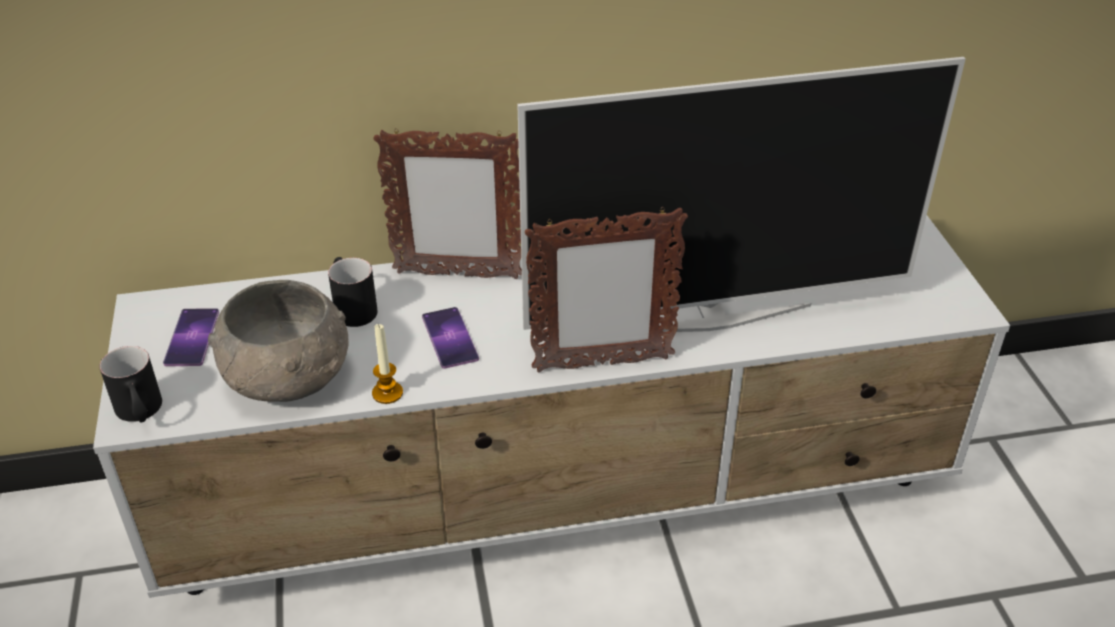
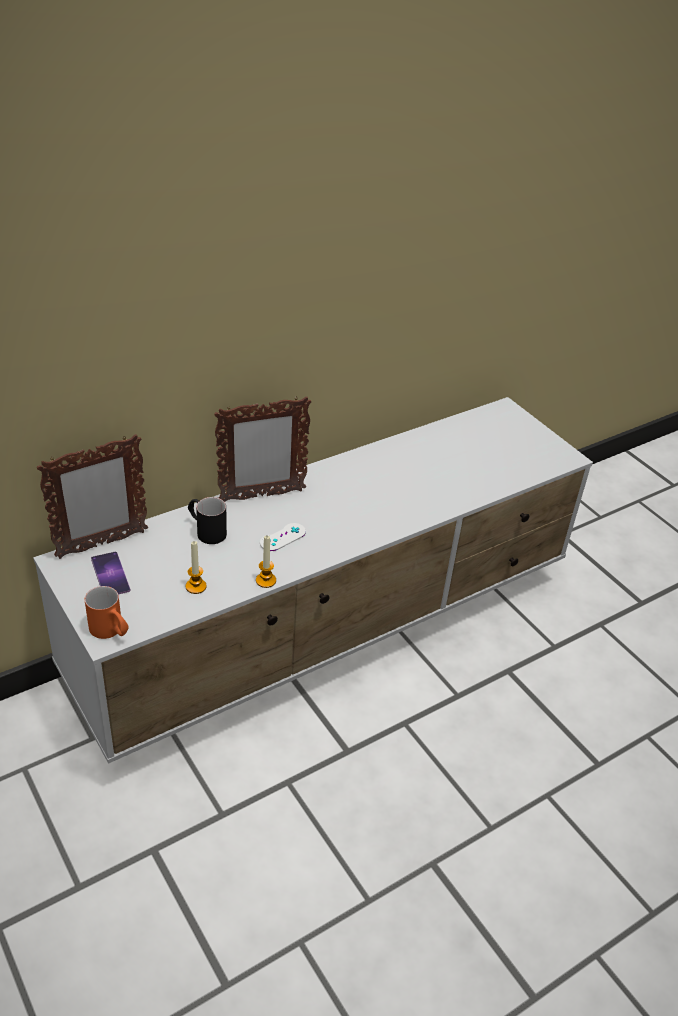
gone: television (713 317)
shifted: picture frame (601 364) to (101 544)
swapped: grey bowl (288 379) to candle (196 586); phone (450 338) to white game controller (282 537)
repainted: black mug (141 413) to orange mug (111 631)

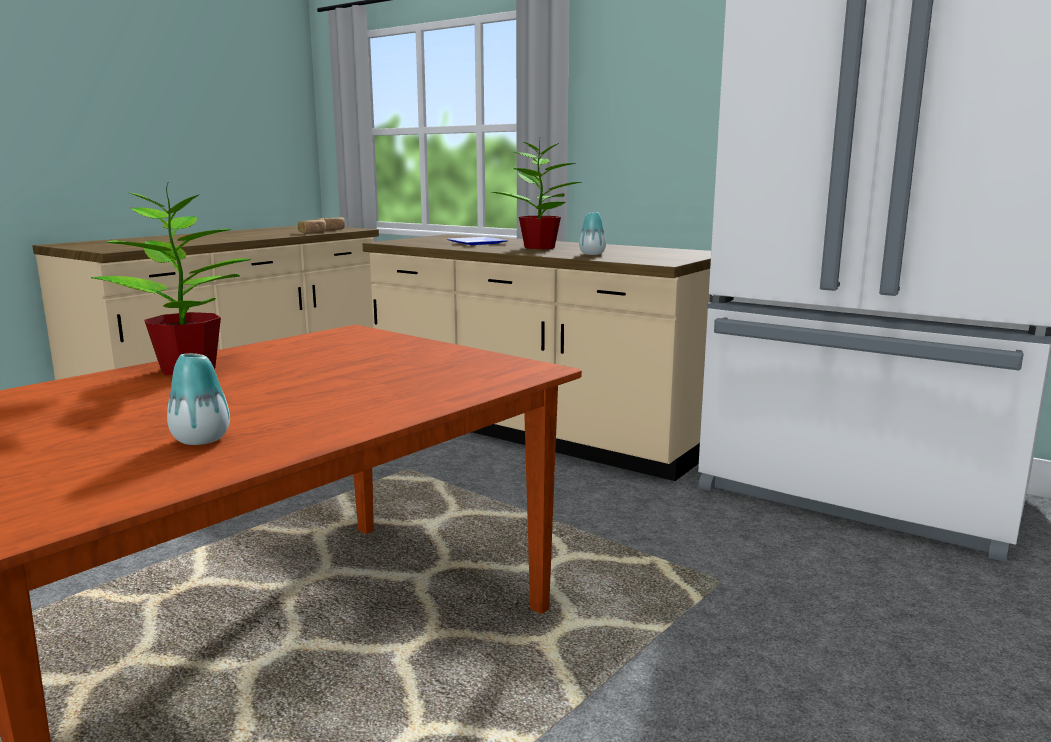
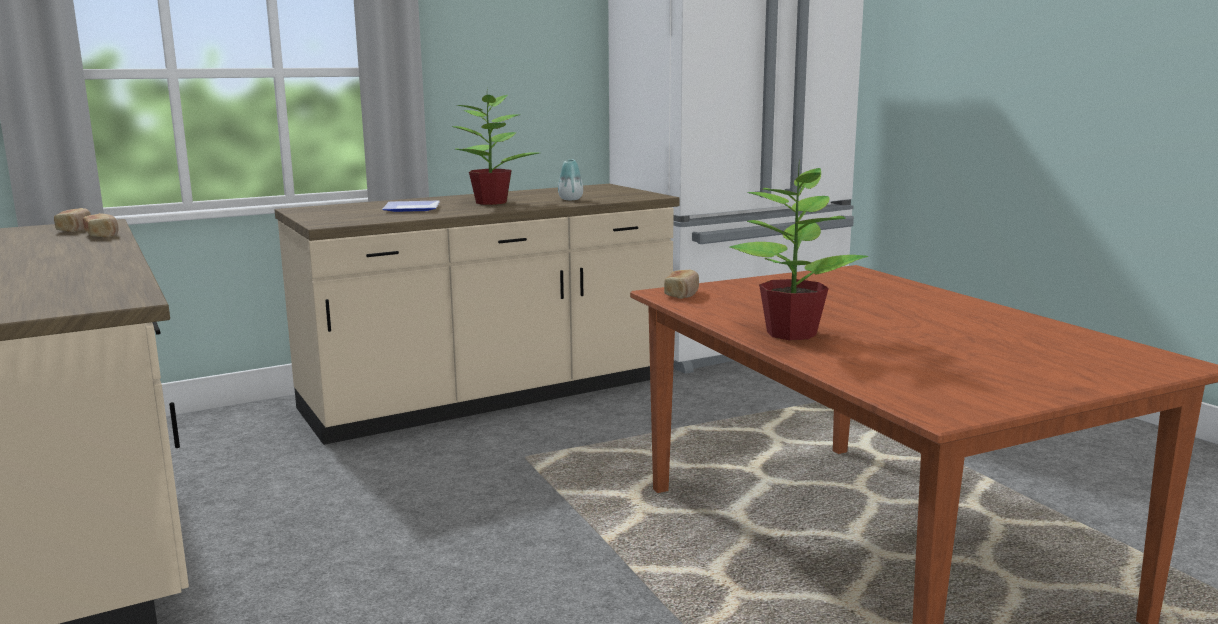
gone: vase (201 440)
new: bread (682 294)

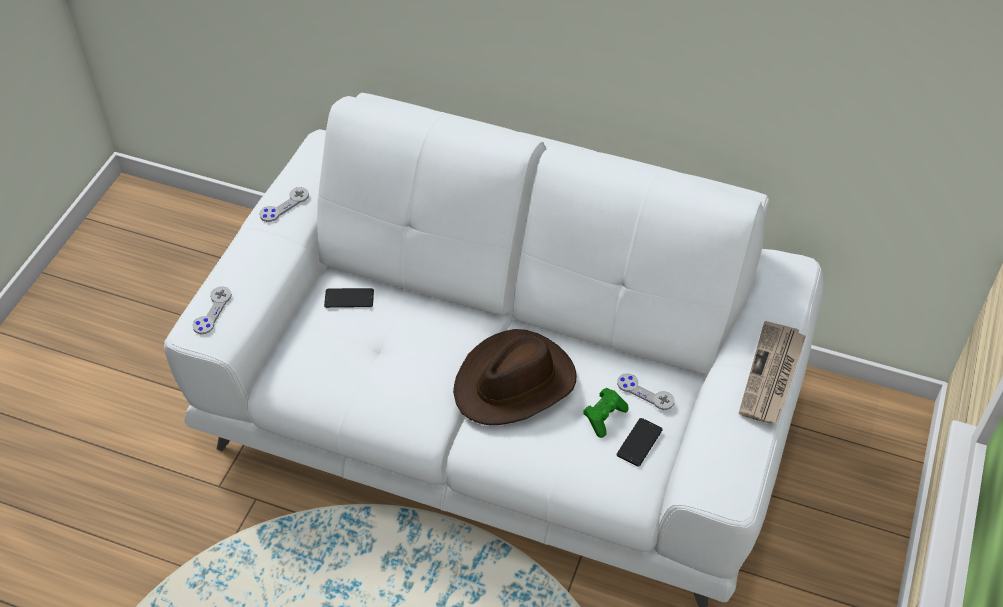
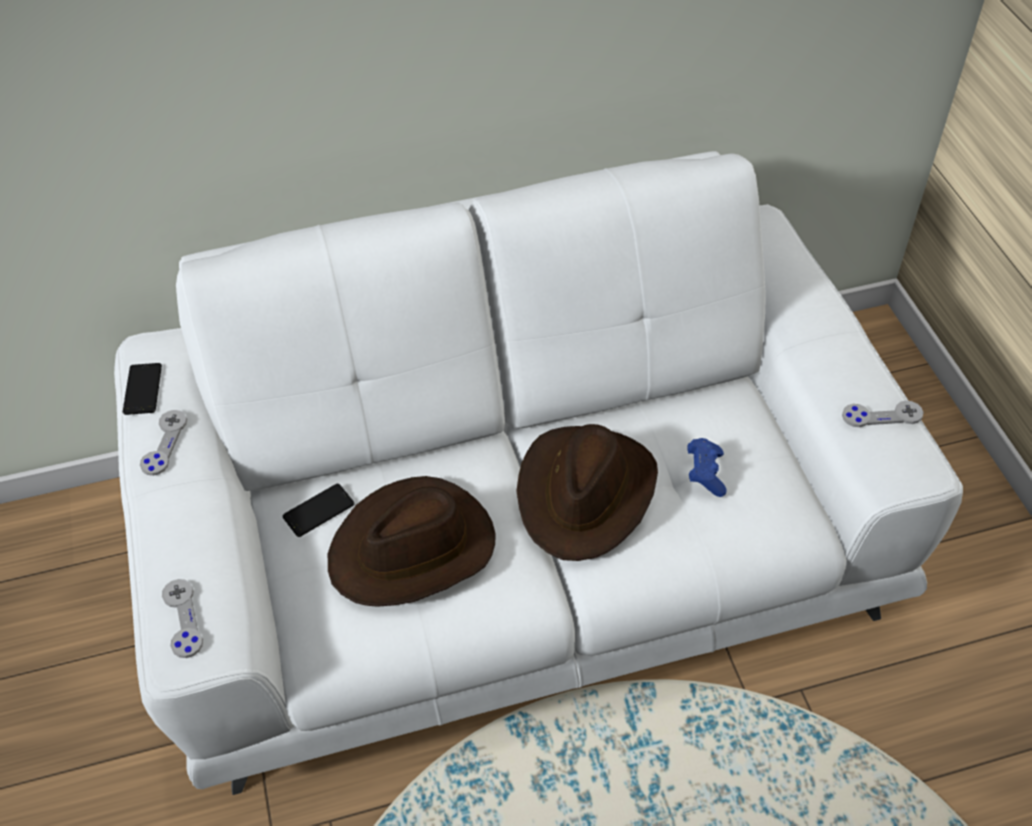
gone: newspaper (772 376)
new: brown hat (413 549)
shifted: grey game controller (645 392) to (882 415); phone (639 442) to (142 389)
repainted: green game controller (604 417) to blue game controller (705 473)

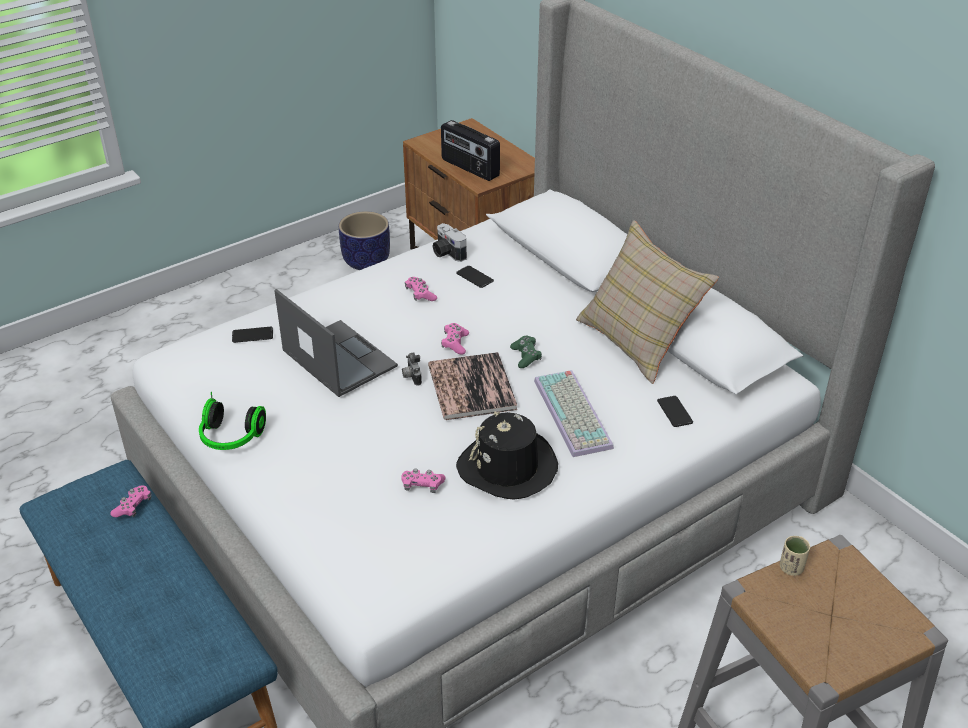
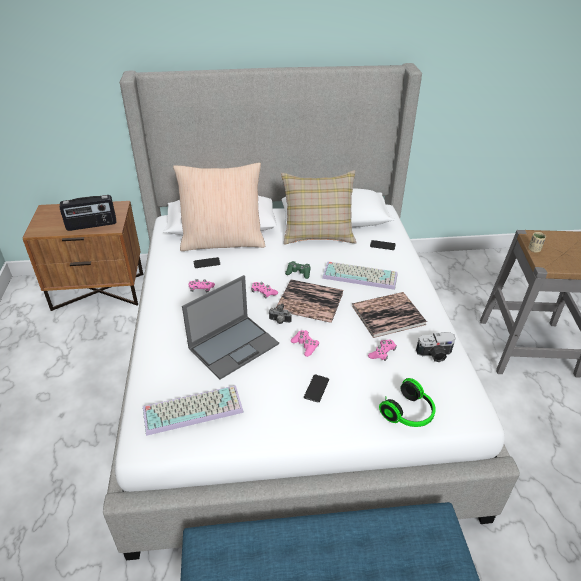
gone: planter (367 261)
new: keyboard (194 408); beige pillow (223 241)
shifted: pink game controller (133 507) to (305 346); headphones (230 438) to (409 414); phone (252 335) to (316 388); photo camera (447 253) to (435 355)
swapped: black hat (507 467) to book (388 315)
rotated: laptop (338 358) = (234 345) 150 degrees clockwise

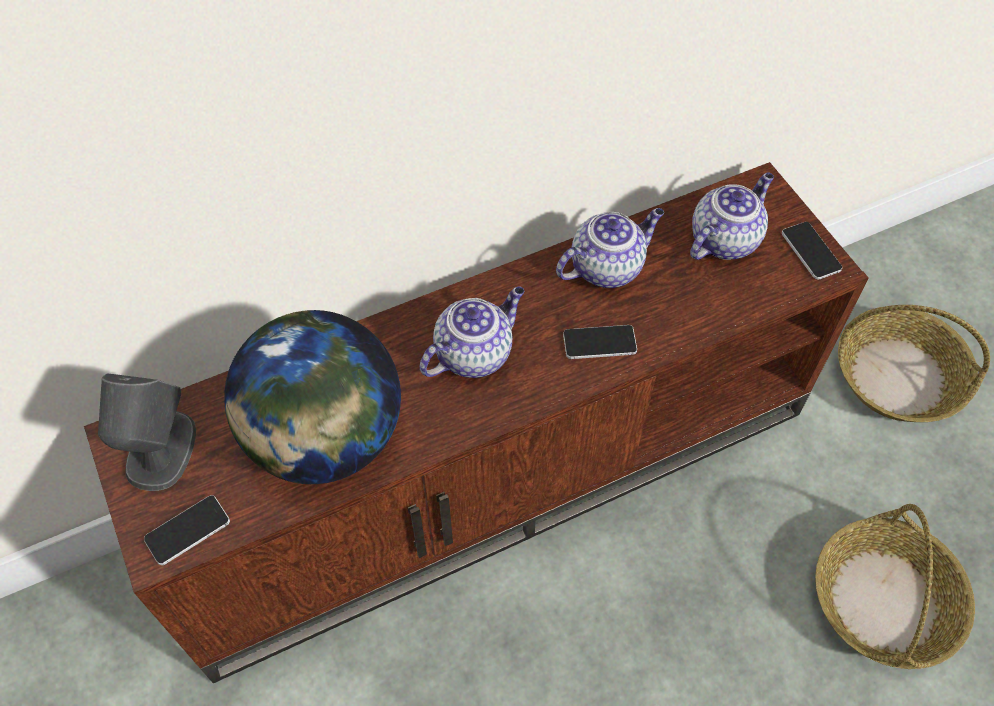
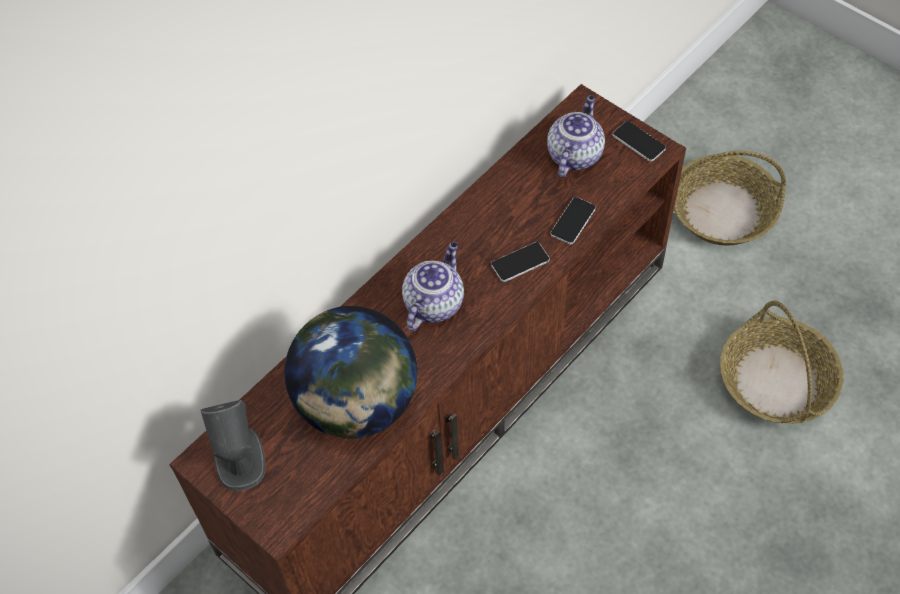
gone: teapot (607 267)
shifted: phone (187 530) to (573 221)

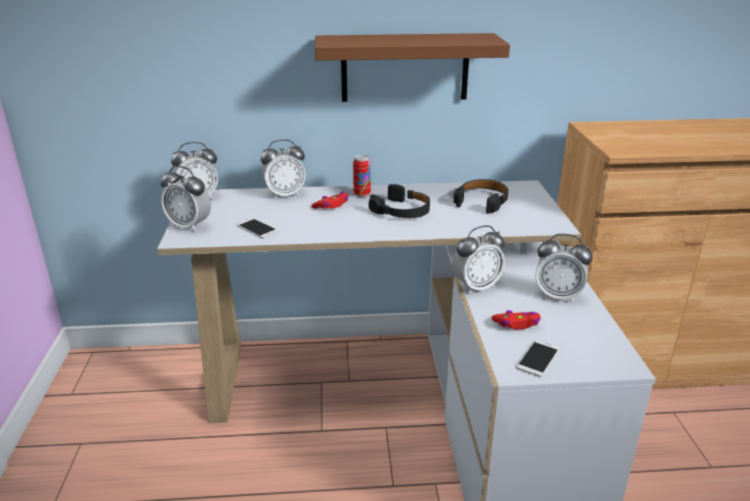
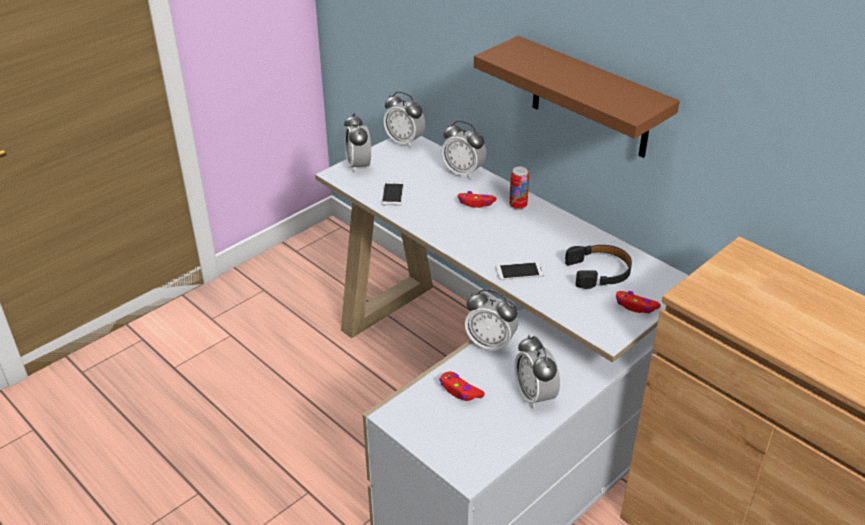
gone: black headphones (402 211)
new: red game controller (636 306)
shifted: phone (538 358) to (519 271)

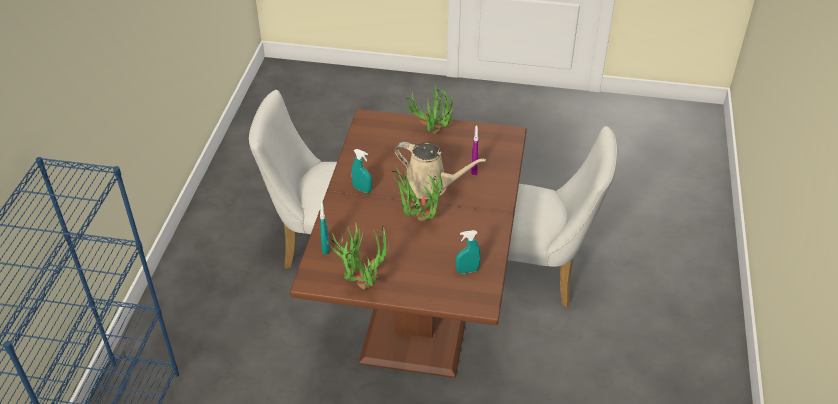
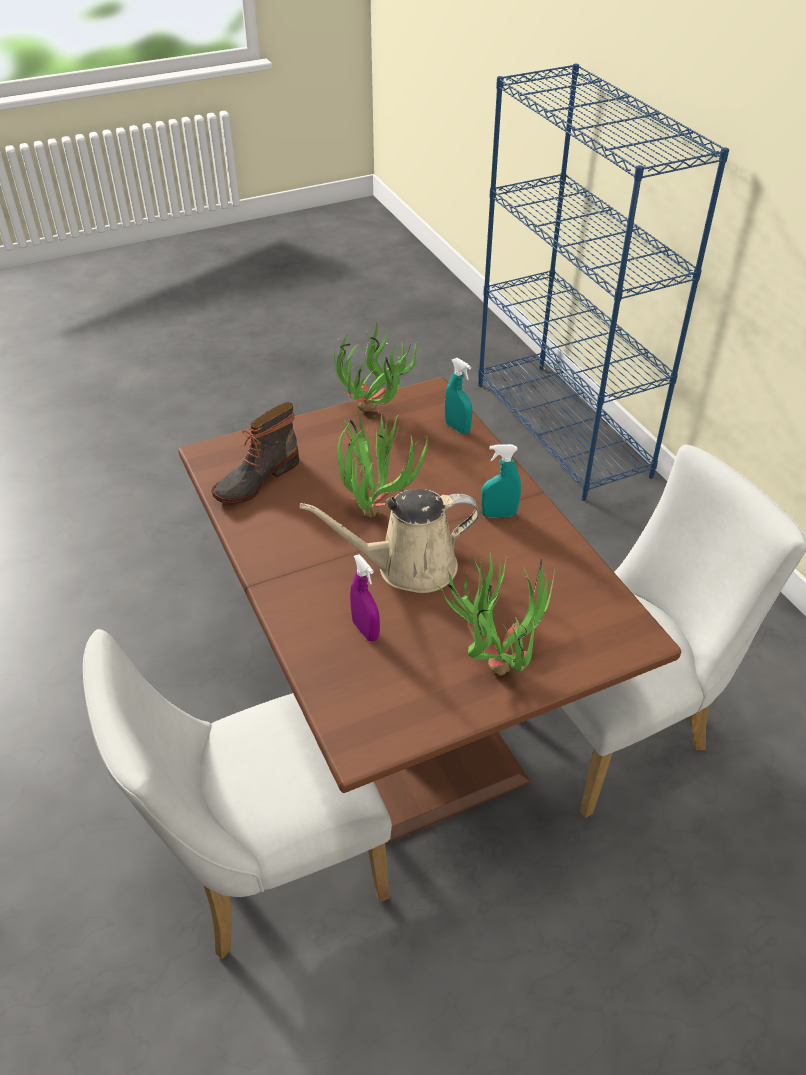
swapped: turquoise spray bottle (467 270) to boot (255 479)

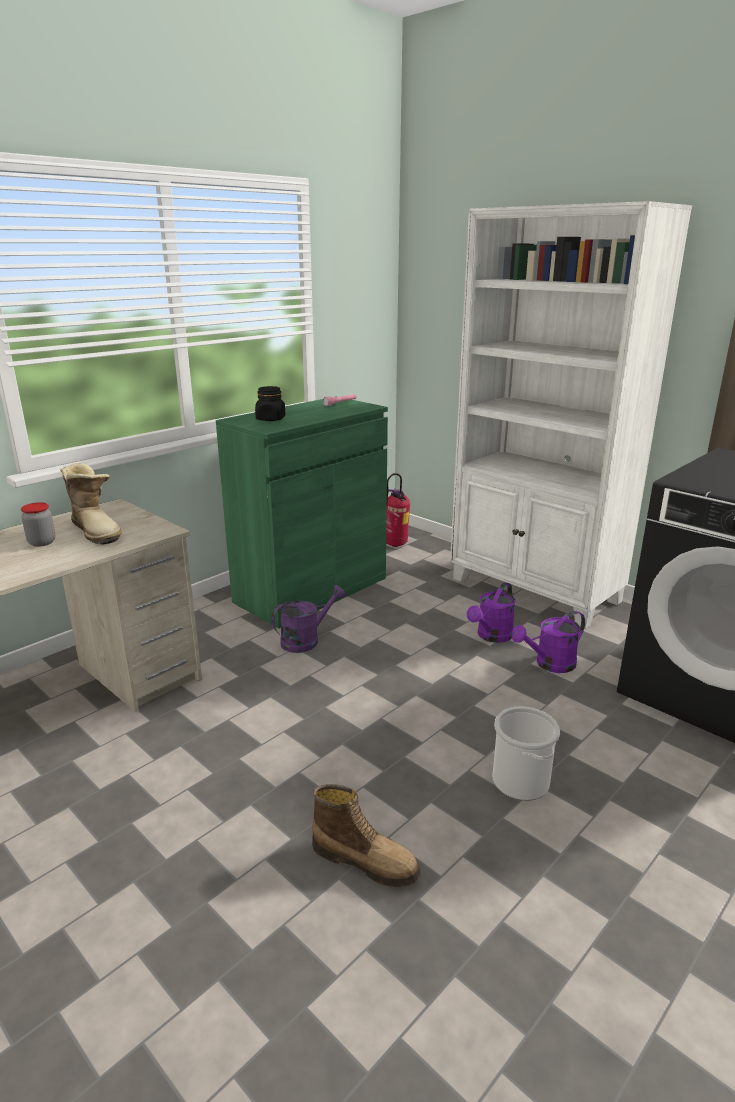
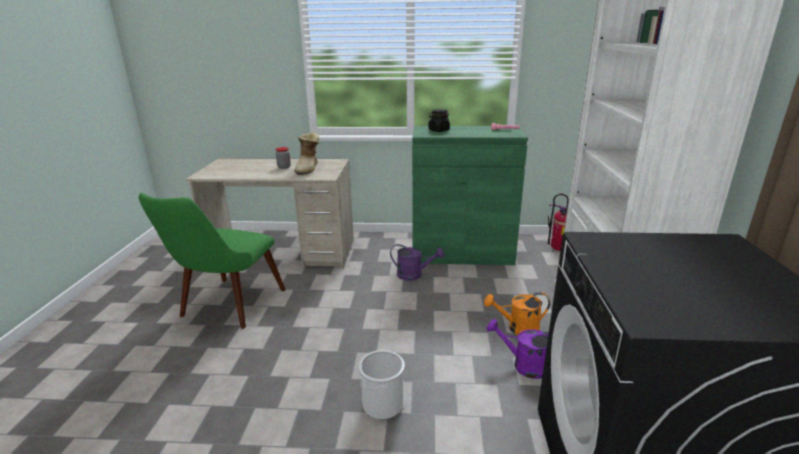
gone: boot (366 861)
new: green chair (226 309)
repainted: purple watering can (491 636) to orange watering can (518 328)

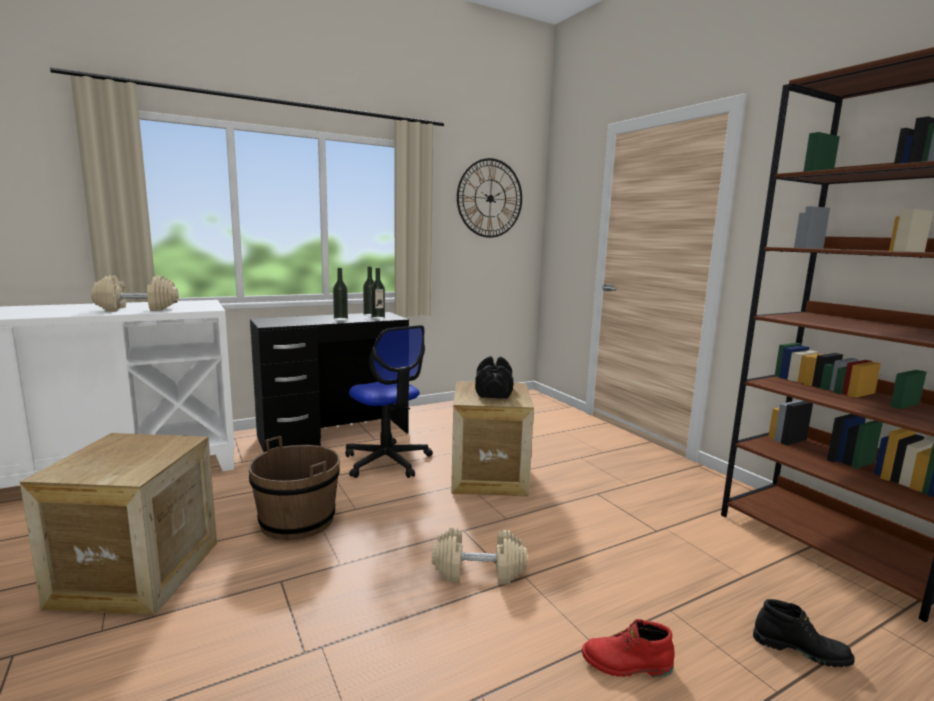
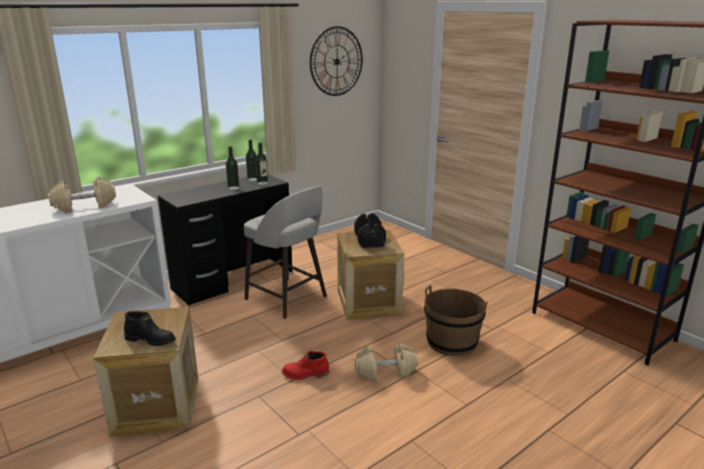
shifted: brown bucket (297 521) to (452 342); red boot (626 665) to (305 374); black boot (800 650) to (151 340)
swapped: office chair (387 461) to grey stool (287 299)

